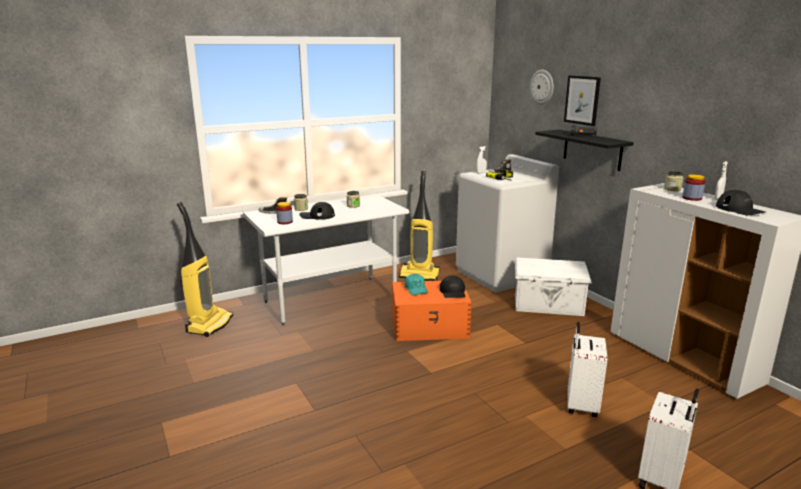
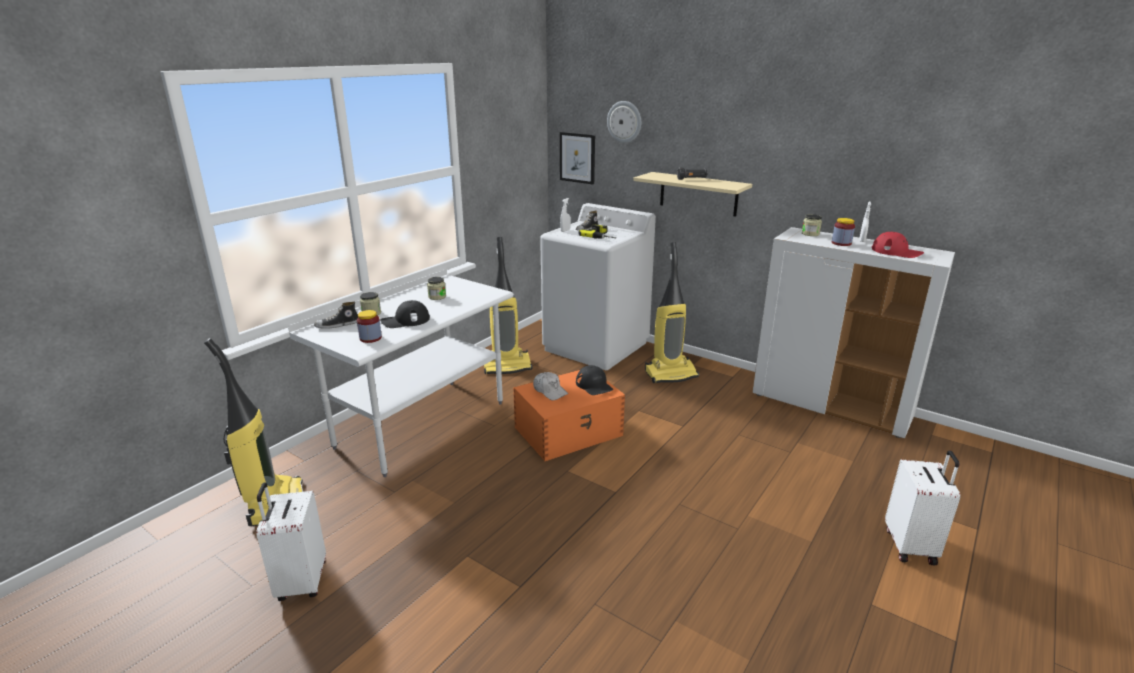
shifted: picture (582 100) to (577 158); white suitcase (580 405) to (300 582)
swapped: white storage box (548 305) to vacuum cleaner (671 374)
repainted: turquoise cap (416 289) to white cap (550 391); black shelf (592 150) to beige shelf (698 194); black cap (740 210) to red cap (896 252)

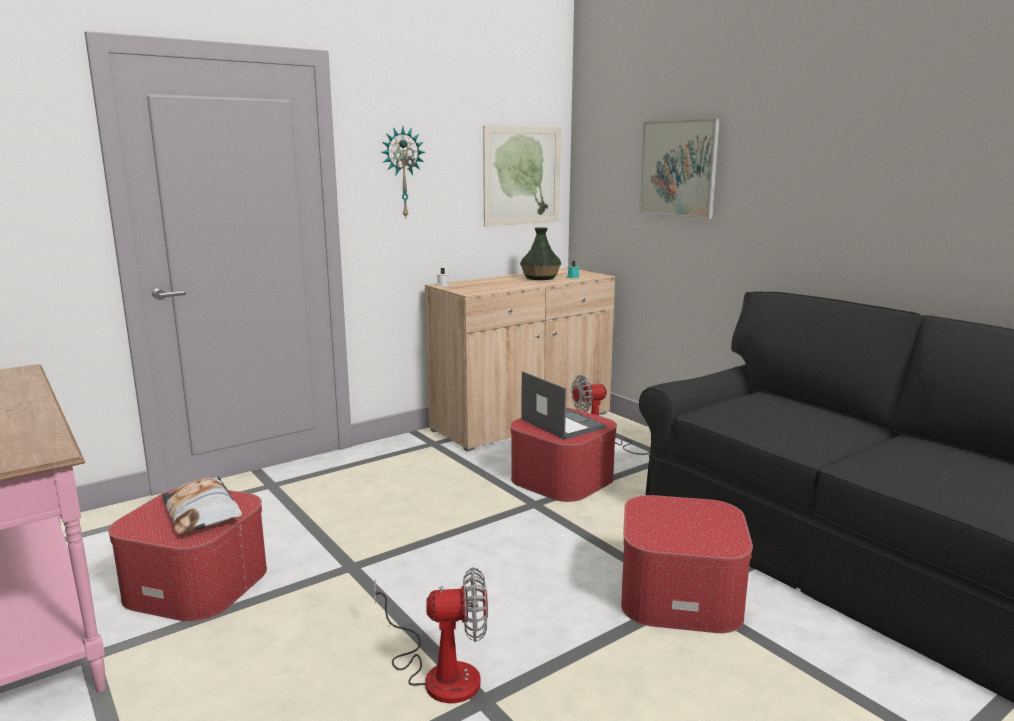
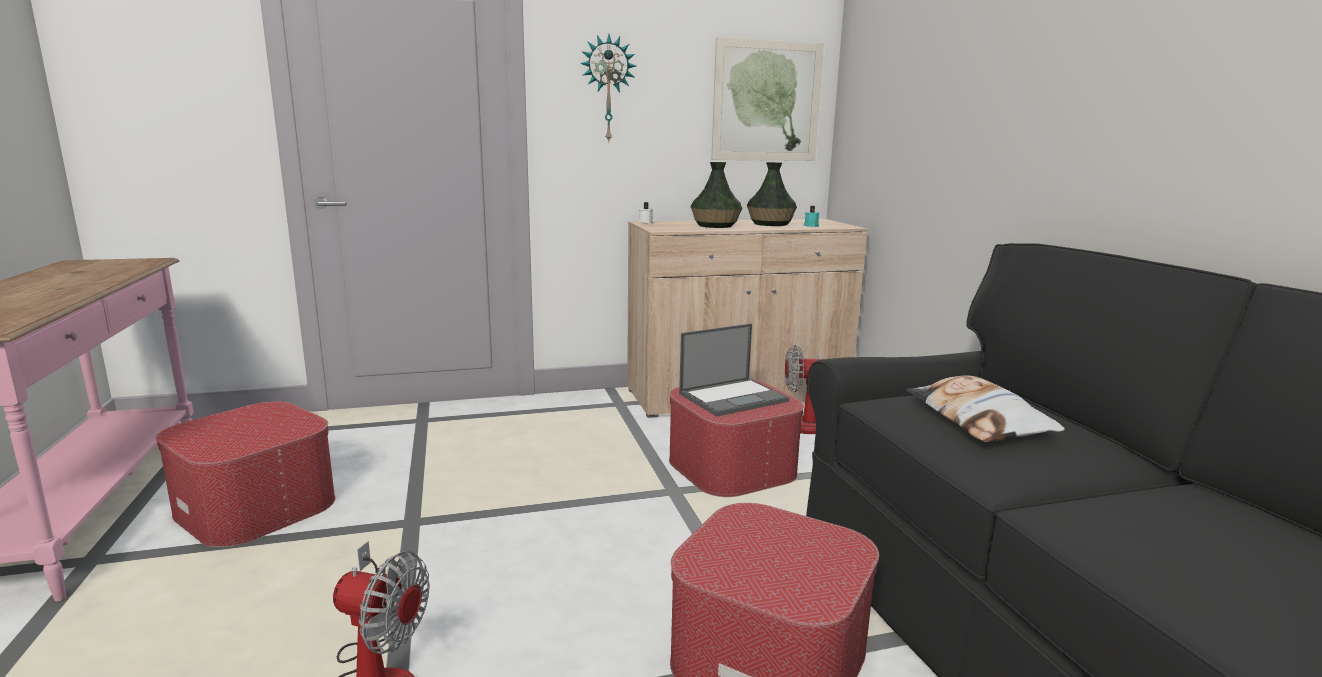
gone: picture (678 168)
new: vase (716 225)
shifted: pillow (202 512) to (978 420)
rotated: laptop (561 423) = (734 397) 75 degrees clockwise

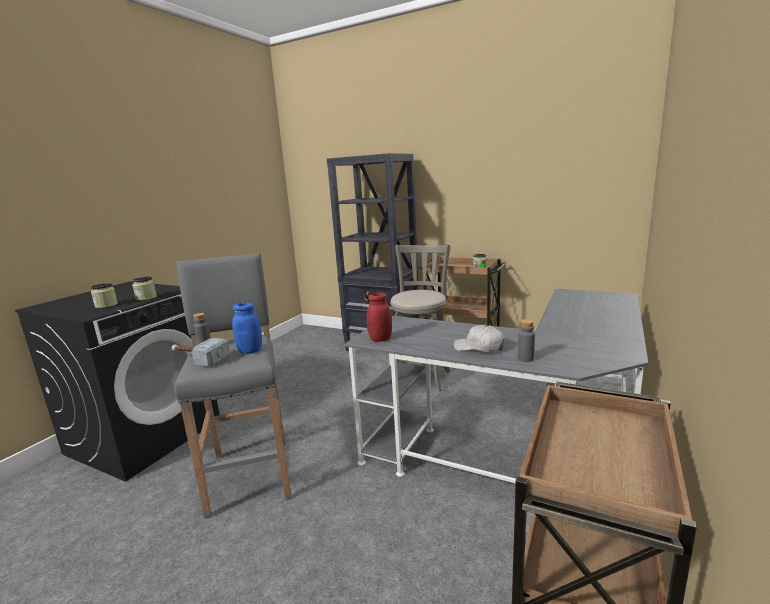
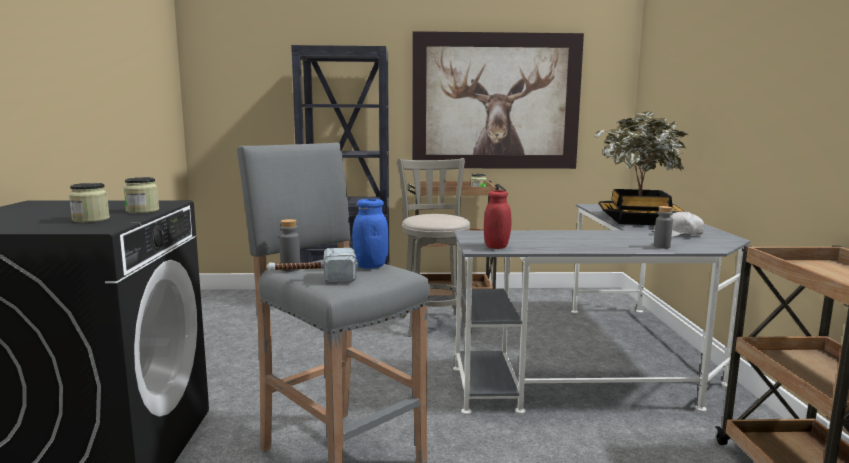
new: picture (495 102); potted plant (638 220)
shifted: white cap (479 347) to (677 234)

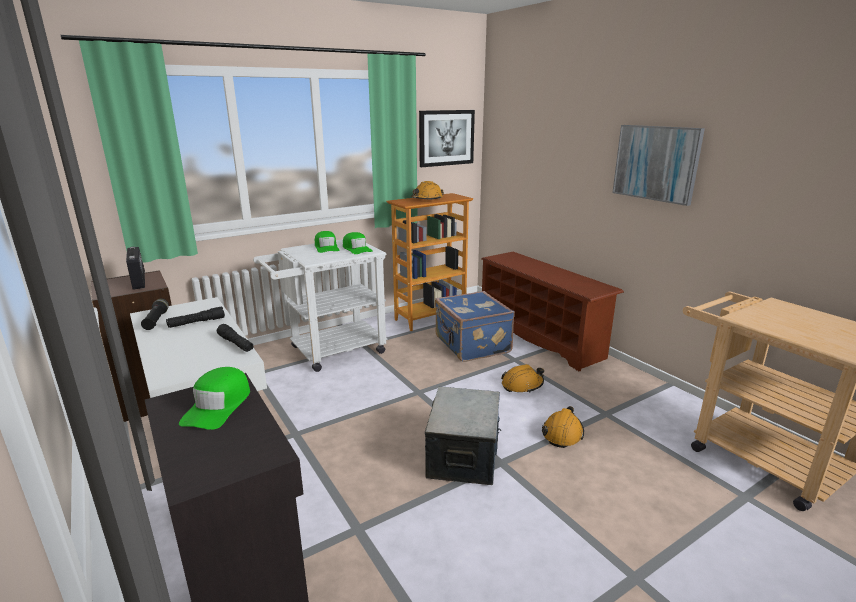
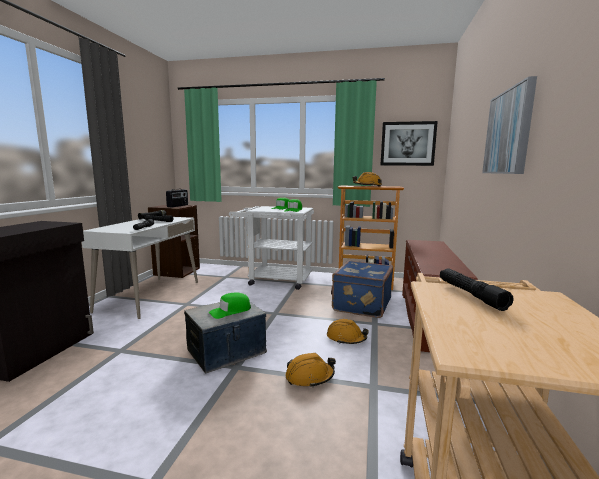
new: black flashlight (470 294)
shifted: green cap (218 406) to (230 311)

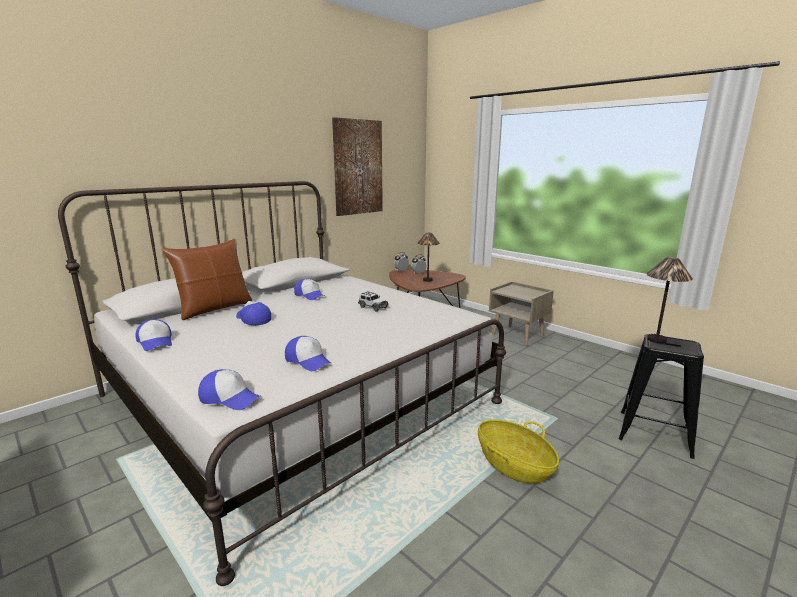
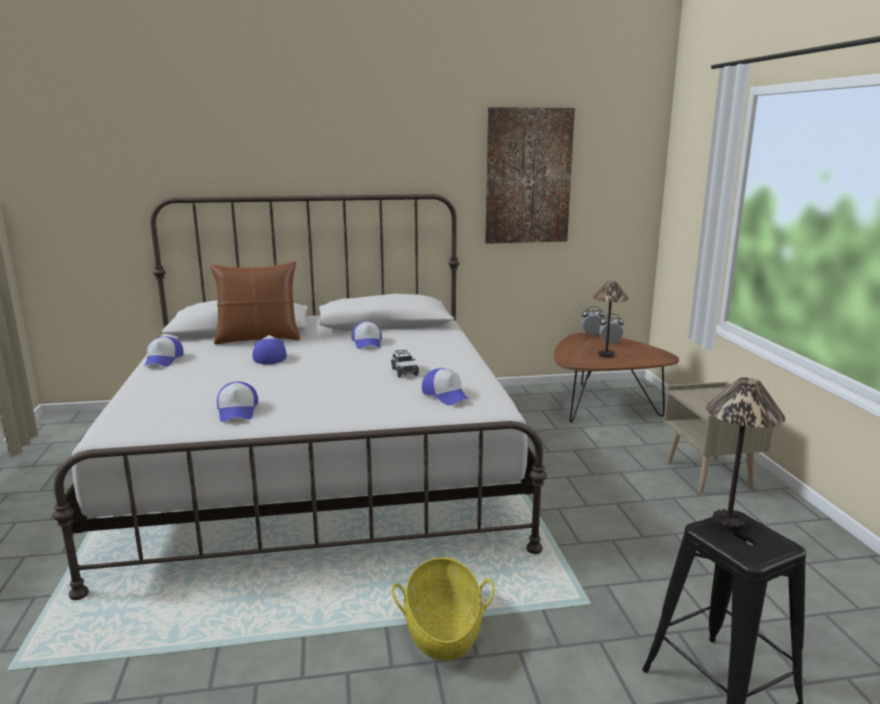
shifted: cap (230 398) to (446 395)

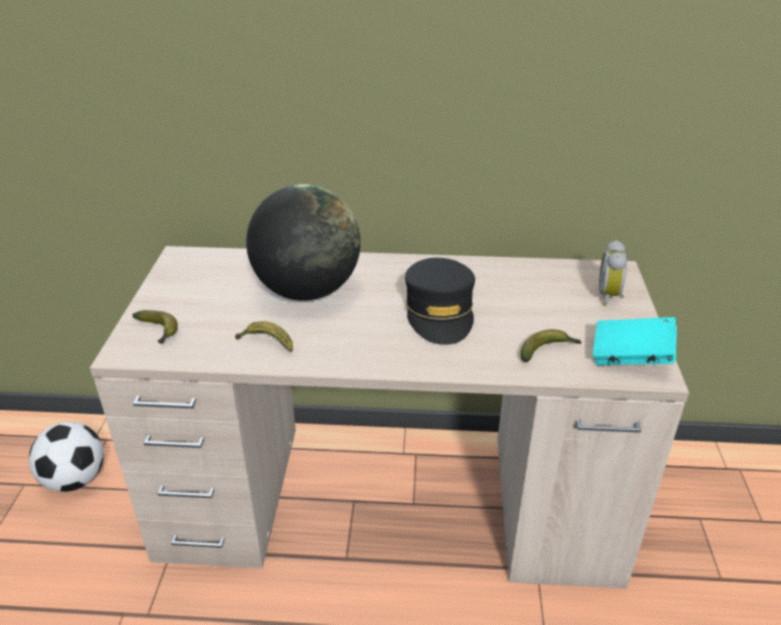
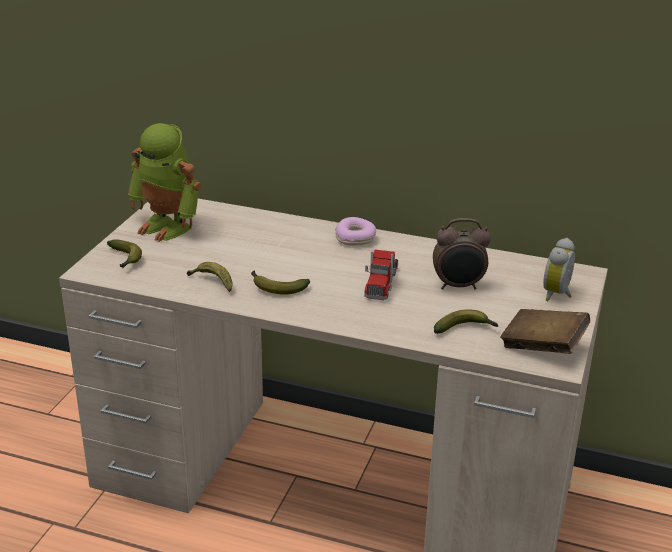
gone: football (75 480); globe (307 291)
new: toy robot (168 227); banana (276 287); donut (355 238); alarm clock (458 286)
swapped: black cap (440 313) to toy truck (381 283)
repainted: turquoise book (630 357) to brown book (542 347)

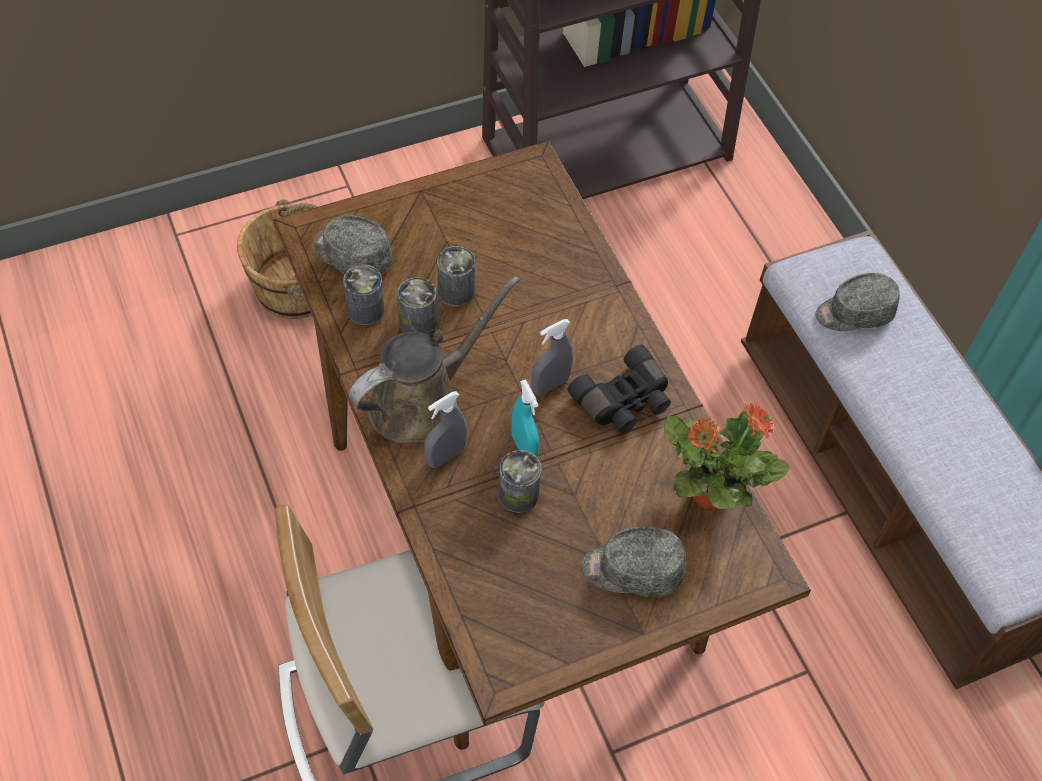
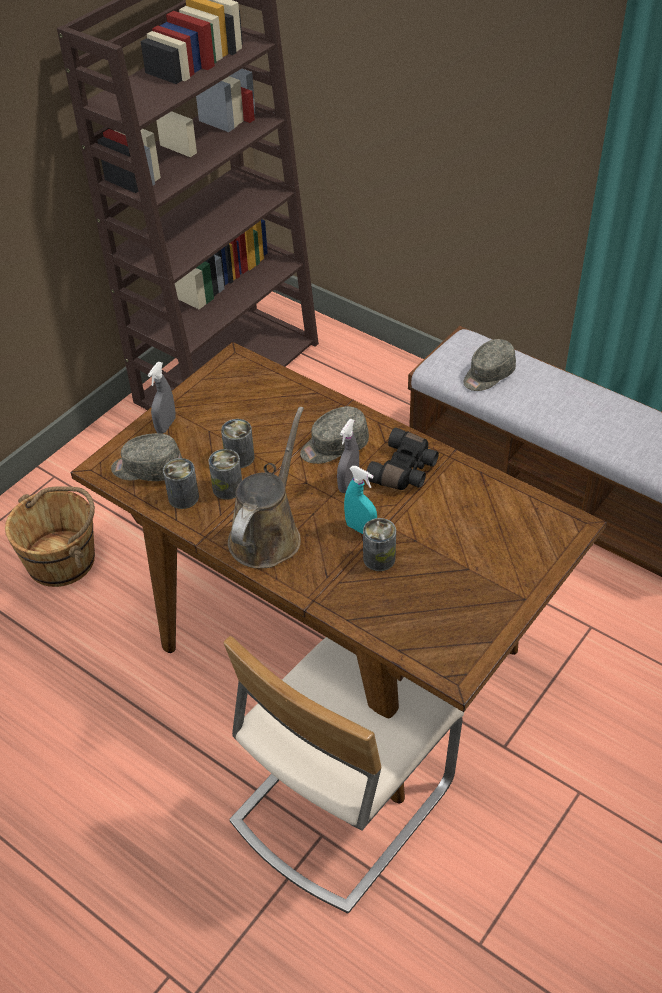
gone: potted plant (709 493)
shifted: grey spray bottle (445 456) to (166 425); grey cap (632 570) to (334 446)

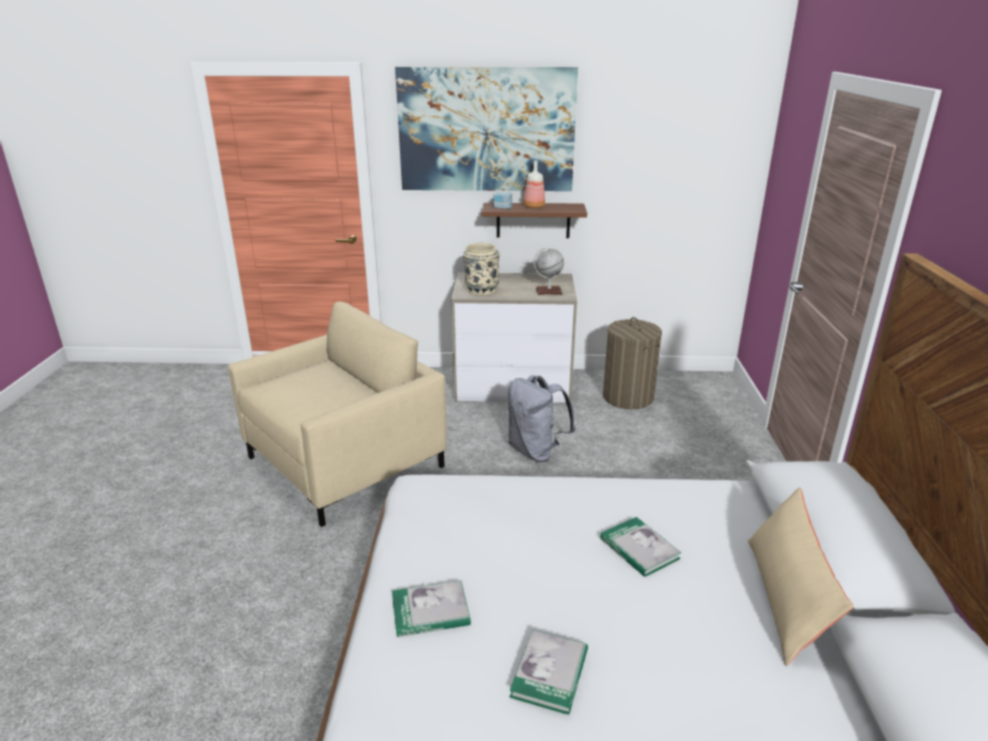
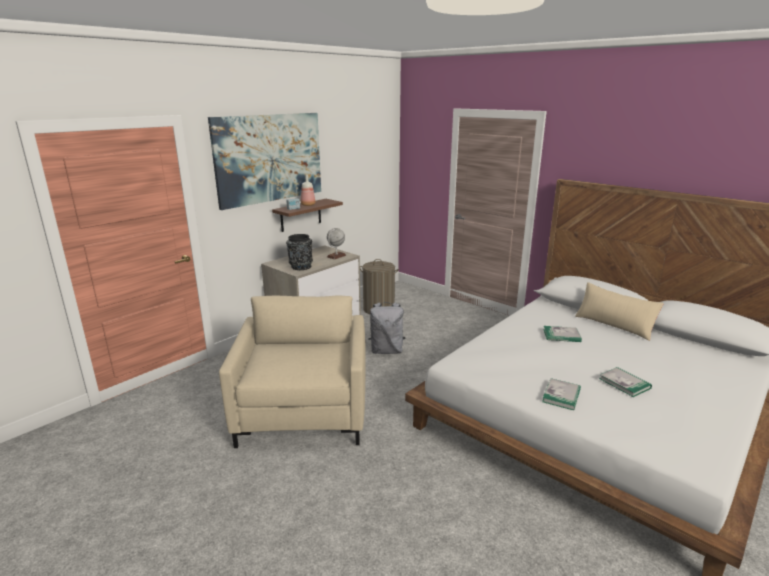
repainted: beige vase (481 290) to black vase (300 267)

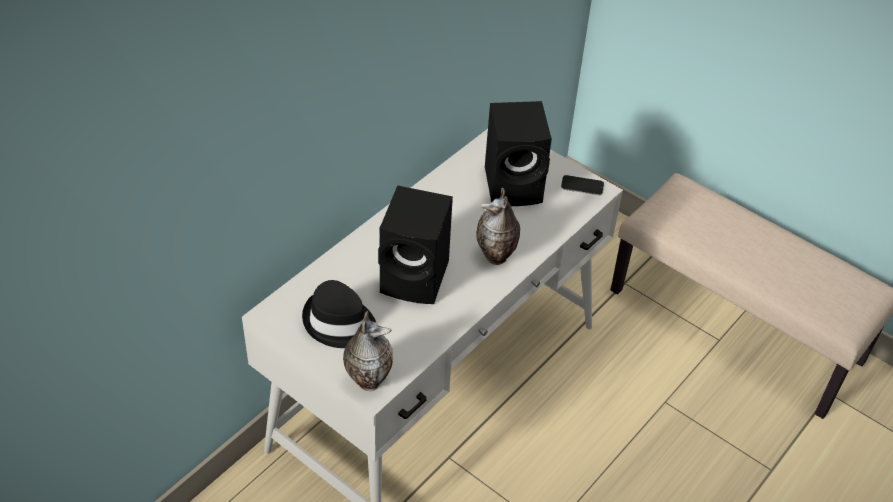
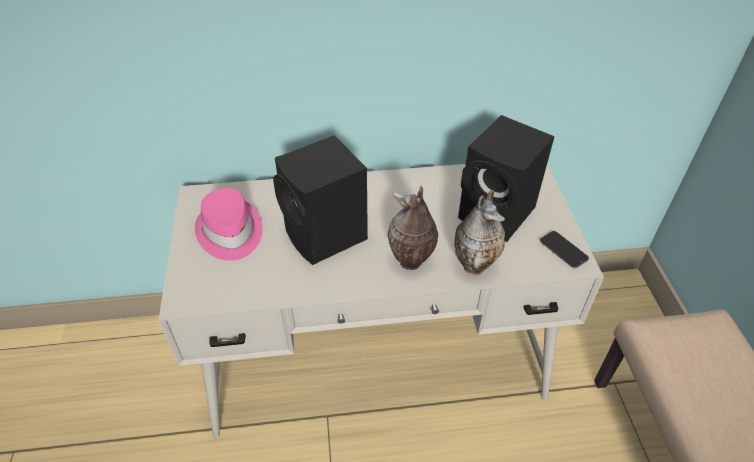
shifted: vase (368 379) to (475 264)
repainted: black hat (339 323) to pink hat (229 232)

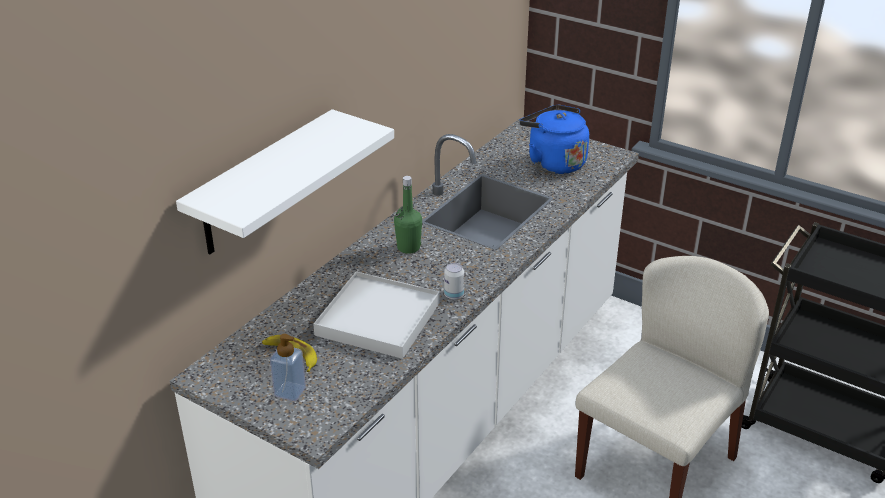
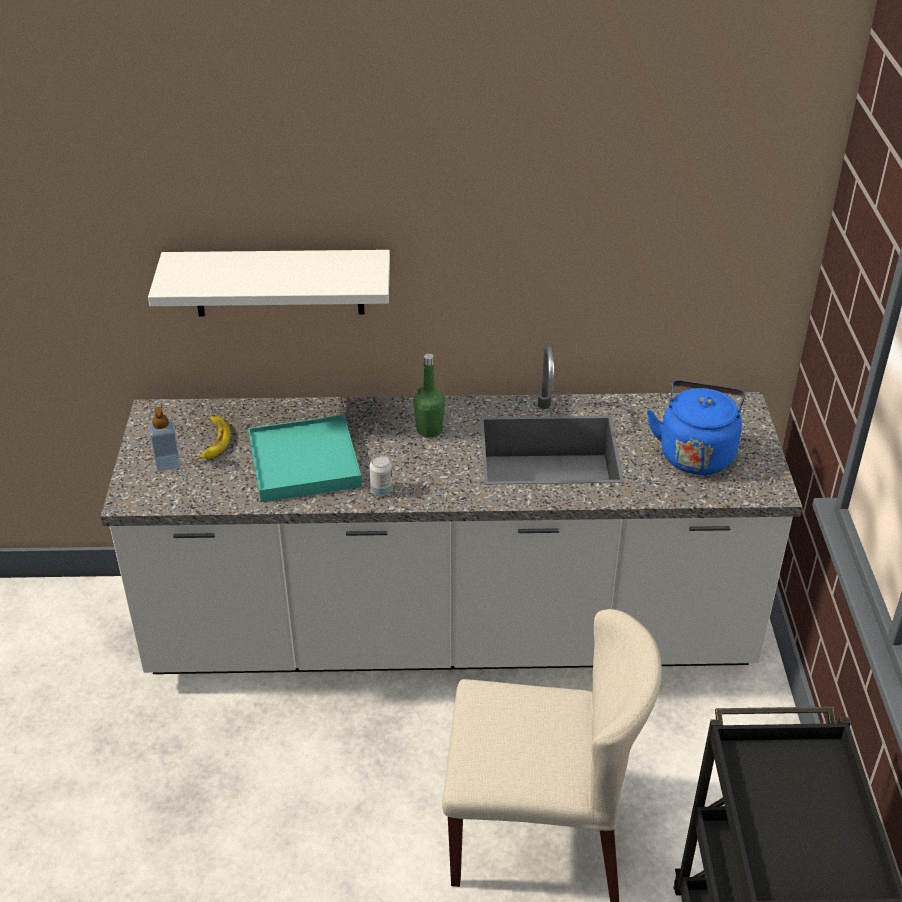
repainted: white tray (378 319) to turquoise tray (304 463)

